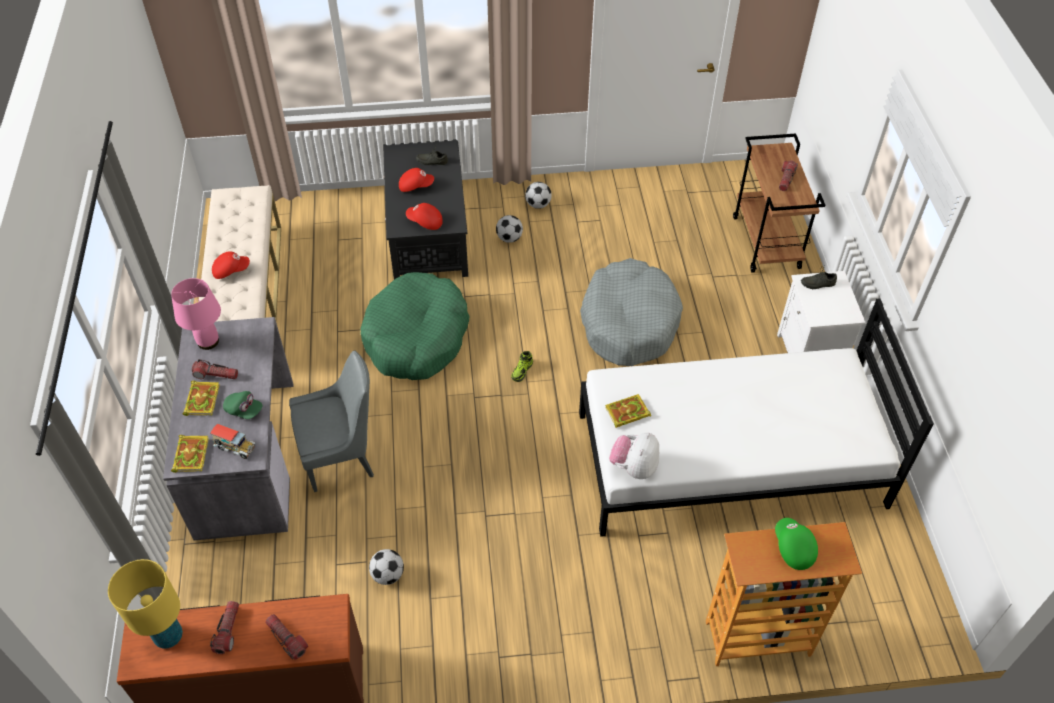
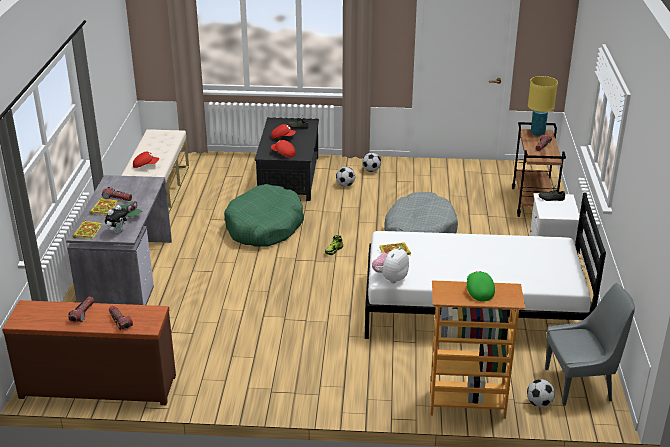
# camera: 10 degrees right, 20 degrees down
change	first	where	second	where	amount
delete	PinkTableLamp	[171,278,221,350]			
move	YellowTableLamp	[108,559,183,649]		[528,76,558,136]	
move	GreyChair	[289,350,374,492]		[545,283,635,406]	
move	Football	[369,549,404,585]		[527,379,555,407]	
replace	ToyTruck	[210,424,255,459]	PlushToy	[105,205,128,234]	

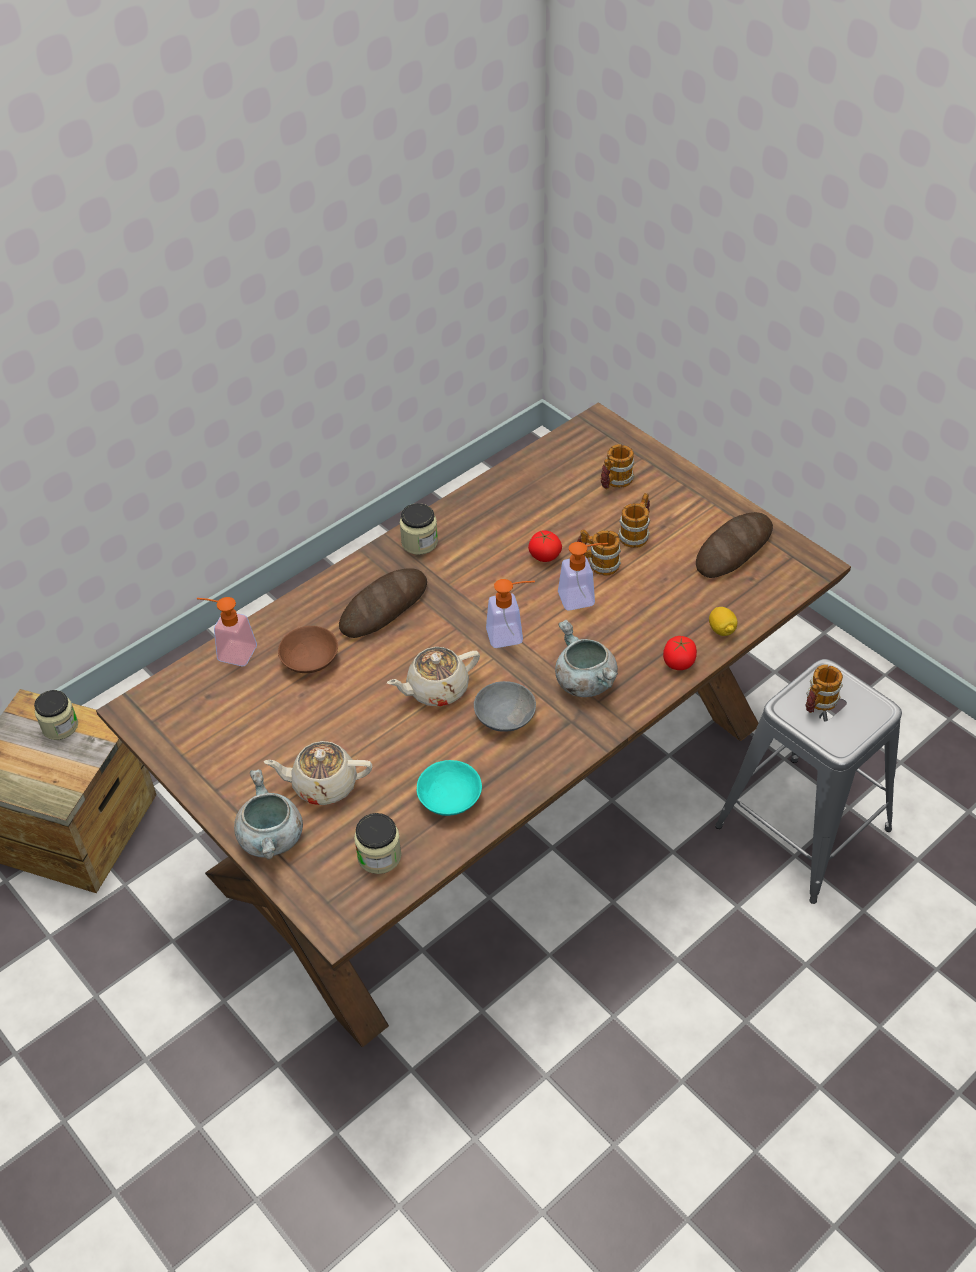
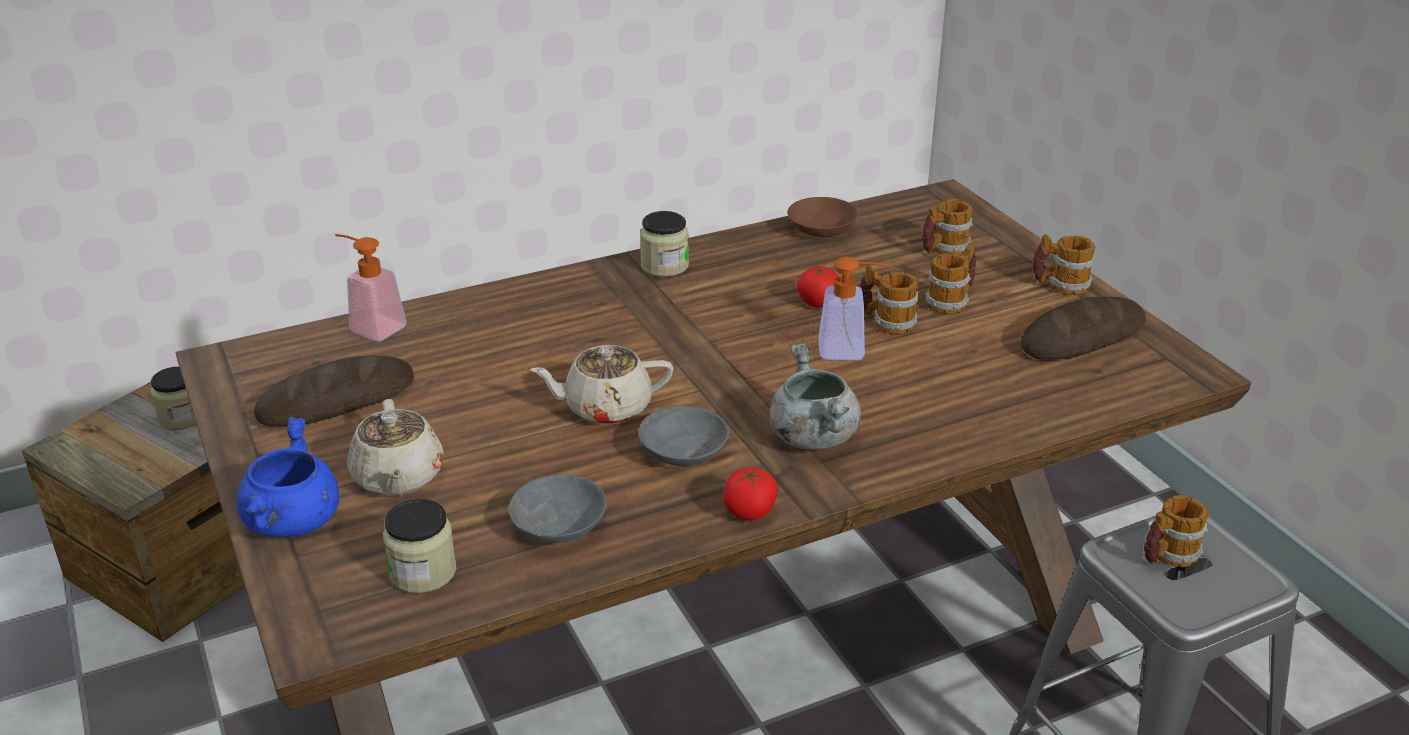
# camera: 15 degrees right, 15 degrees down
change	first	where	second	where	amount
delete	SoapDispenser	[486,579,535,648]			
delete	Lemon	[709,607,737,636]			
insert			Mug	[1032,234,1095,295]	
move	BrownBowl	[278,626,338,673]		[787,197,858,237]	
move	Bread	[339,568,427,638]		[254,355,414,426]	
move	Tomato	[663,636,697,670]		[723,467,778,520]	
recolor	GreyCookingPot	[234,769,303,860]	BlueCookingPot	[236,417,339,537]	
recolor	TurquoiseBowl	[417,760,482,816]	GreyBowl	[508,475,606,543]	
rotate	BeigeTeapot	[264,741,372,805]		[347,399,444,496]	120 degrees counterclockwise

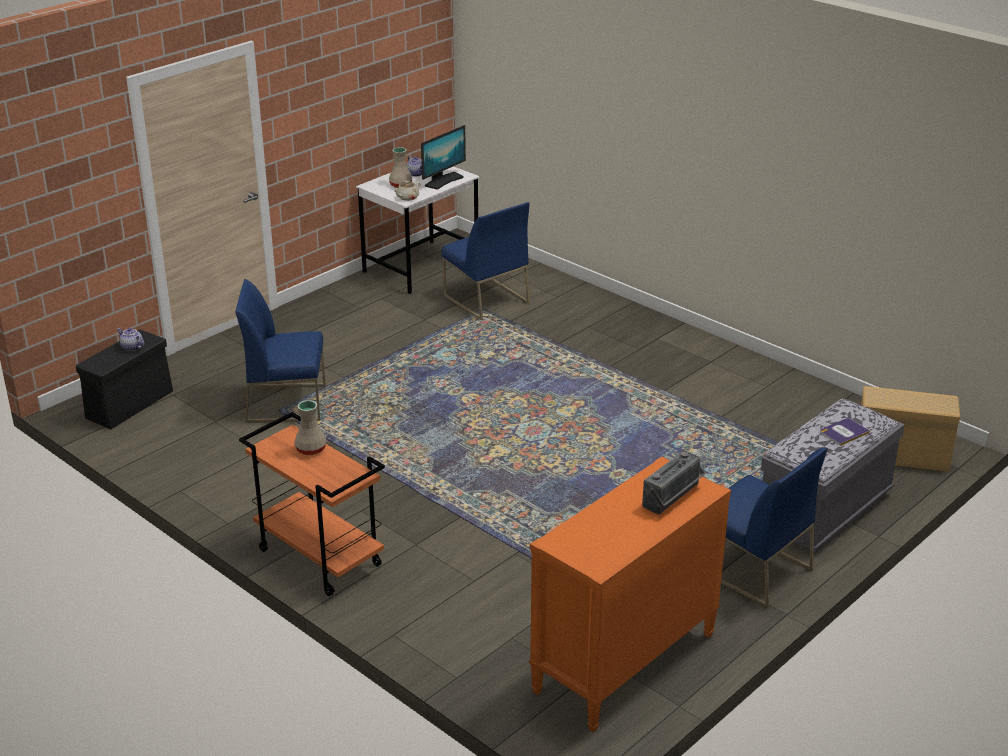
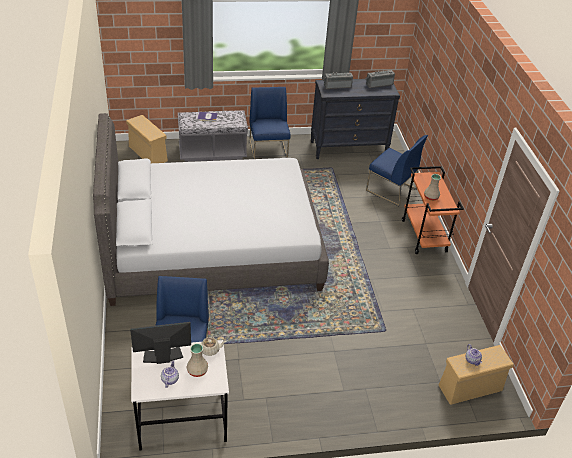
# camera: 145 degrees left, 10 degrees up
change	first	where	second	where	amount
insert			GreyBed	[93,113,329,306]	
insert			Radio	[365,70,395,88]	
move	BlueChair	[235,279,326,423]		[366,135,428,207]	
recolor	BlackStorageBox	[76,329,173,429]	BeigeStorageBox	[439,345,514,405]	
recolor	OrangeDresser	[529,456,731,733]	BlackDresser	[311,79,400,159]	

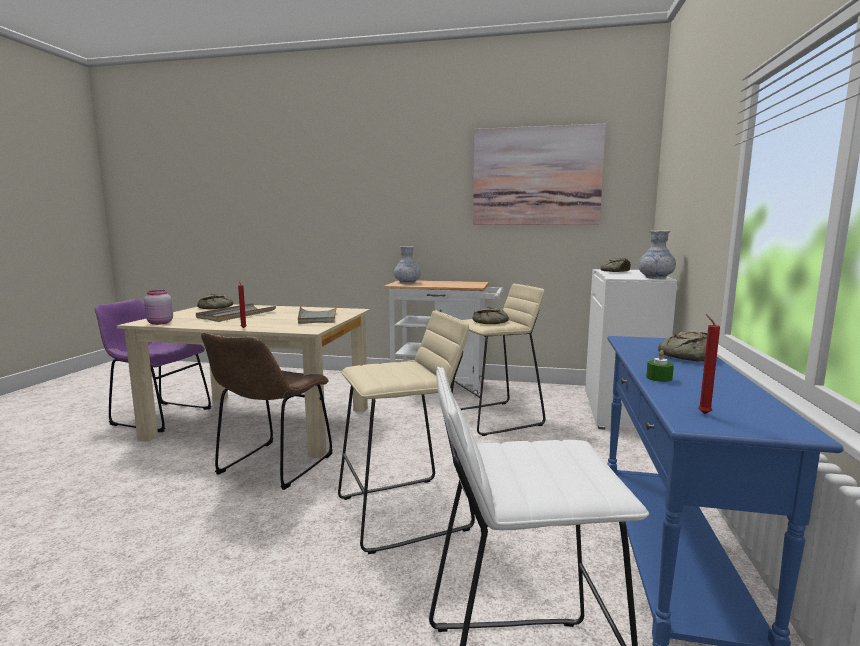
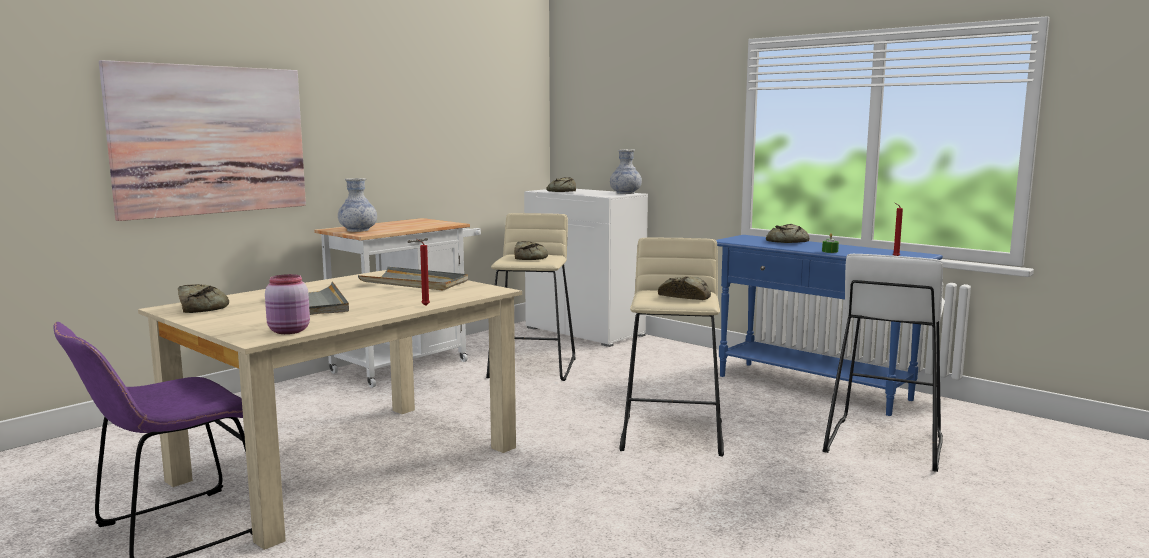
# camera: 60 degrees left, 0 degrees up
change	first	where	second	where	amount
delete	BrownChair	[201,332,333,490]			
insert			Bread	[658,276,711,300]	
move	Picture	[473,124,606,225]		[99,60,306,221]	

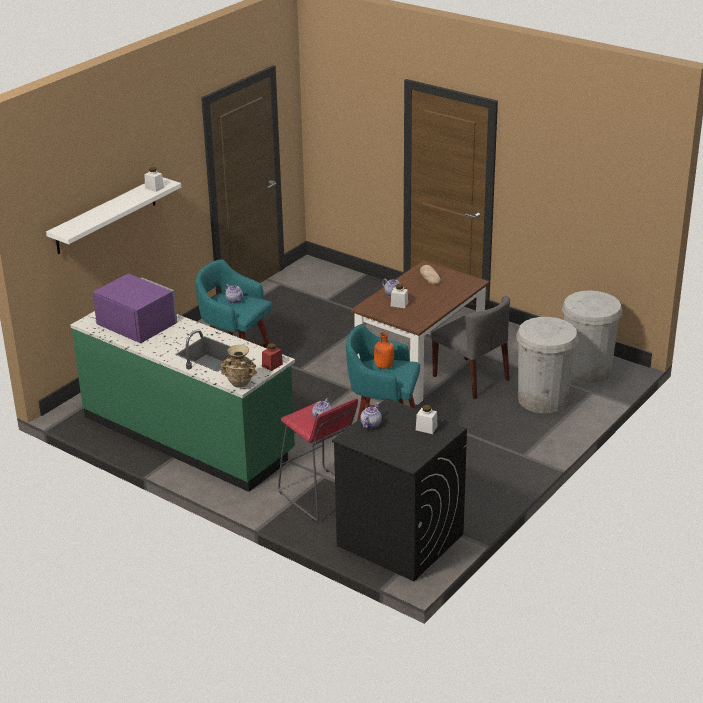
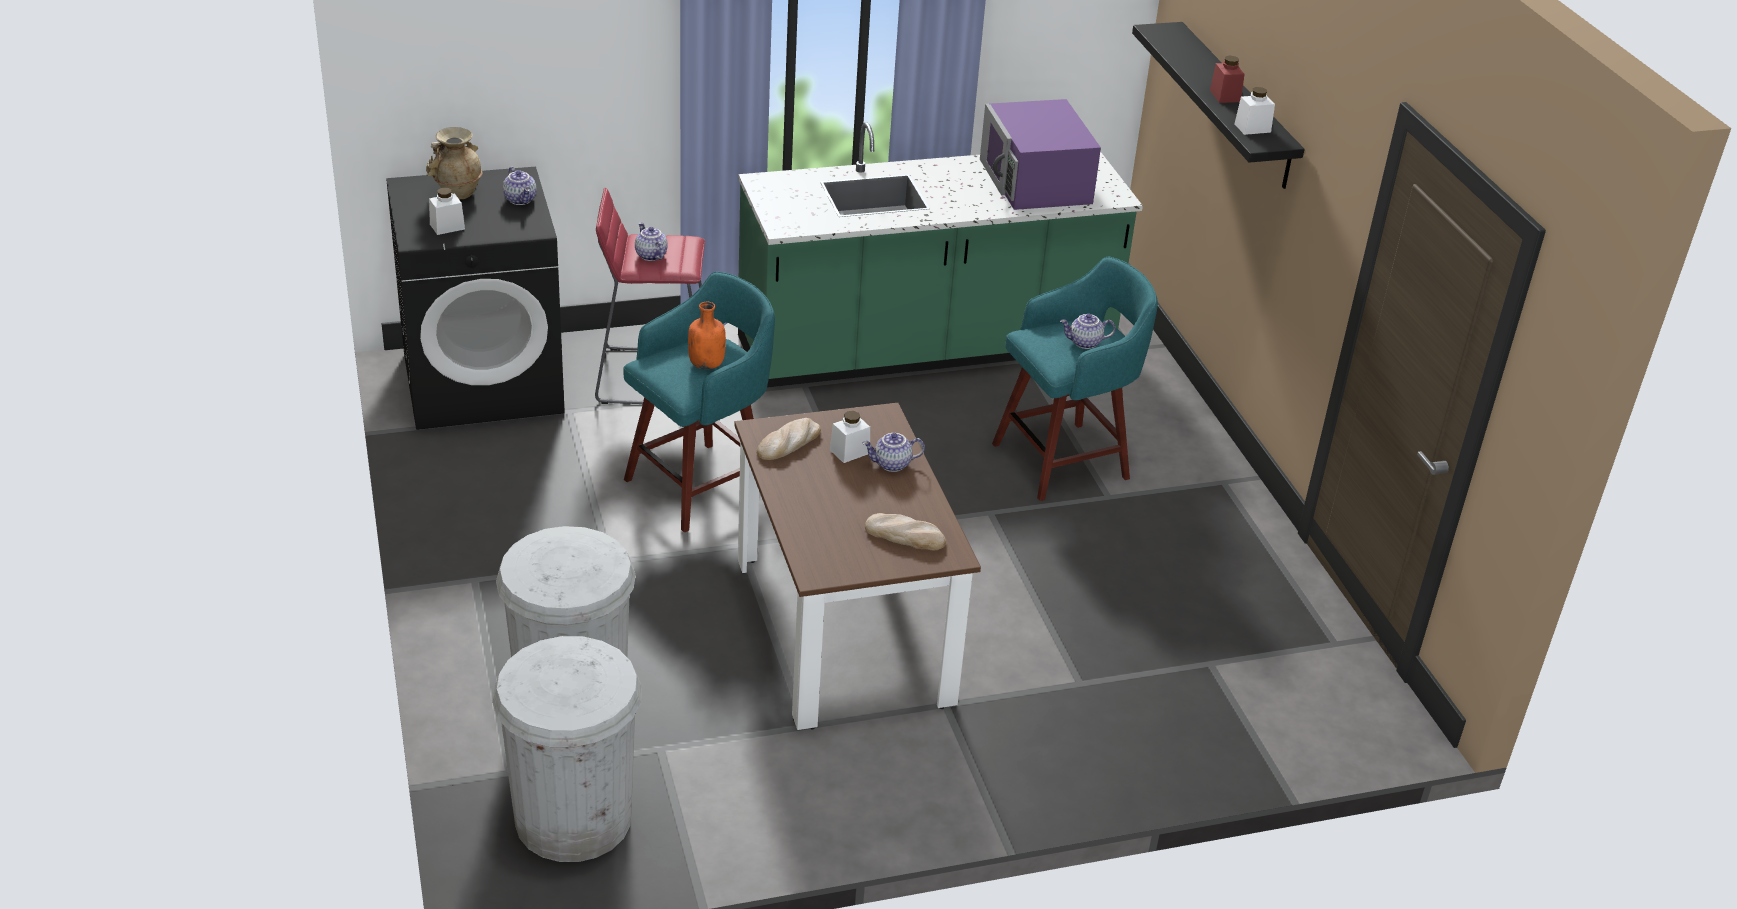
# camera: 125 degrees right, 5 degrees up
change	first	where	second	where	amount
delete	GreyChair	[431,296,510,399]			
insert			Bread	[757,418,821,460]	
move	BeigeVase	[221,345,257,388]		[426,127,483,199]	
move	RedJar	[262,343,283,371]		[1210,56,1245,103]	
recolor	WhiteShelf	[46,177,181,254]	BlackShelf	[1132,22,1305,189]	
rotate	PurpleMicrowave	[93,273,178,343]		[980,99,1101,210]	90 degrees clockwise

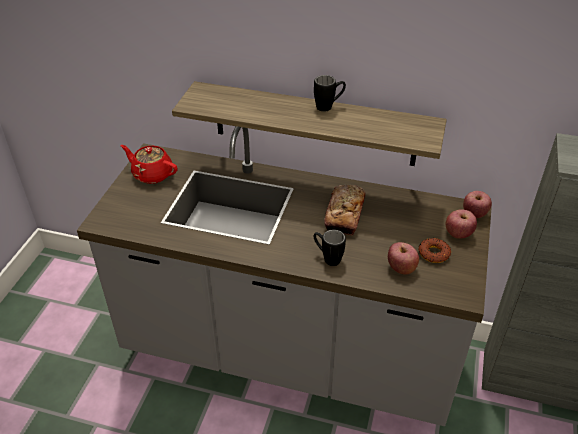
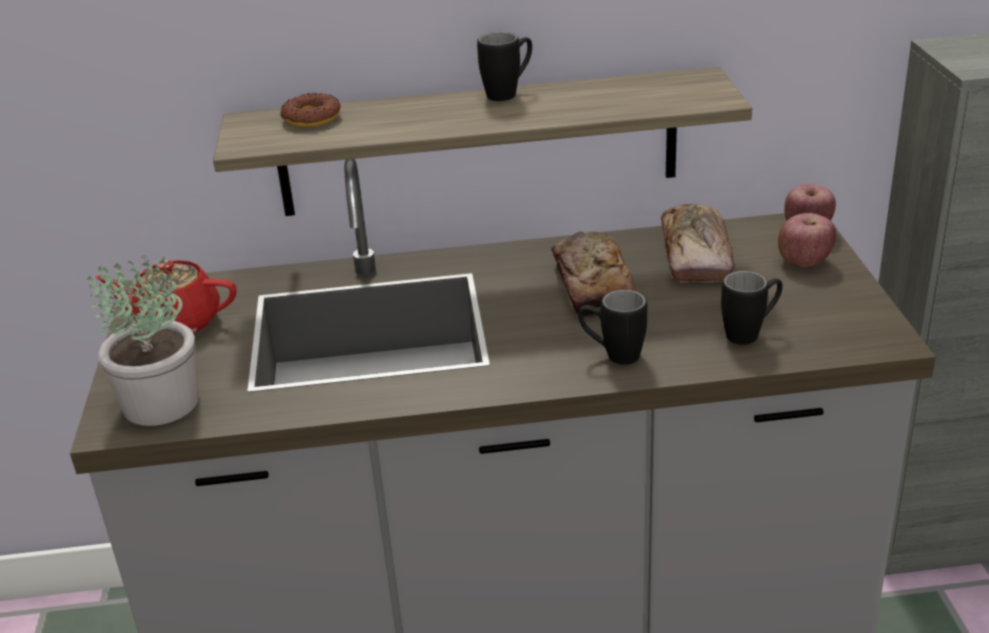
# camera: 20 degrees left, 10 degrees down
change	first	where	second	where	amount
insert			PottedPlant	[88,253,199,426]	
insert			Bread	[661,204,735,283]	
move	Donut	[418,238,451,263]		[280,93,341,127]	
replace	Apple	[388,242,419,275]	BlackMug	[721,271,783,345]	

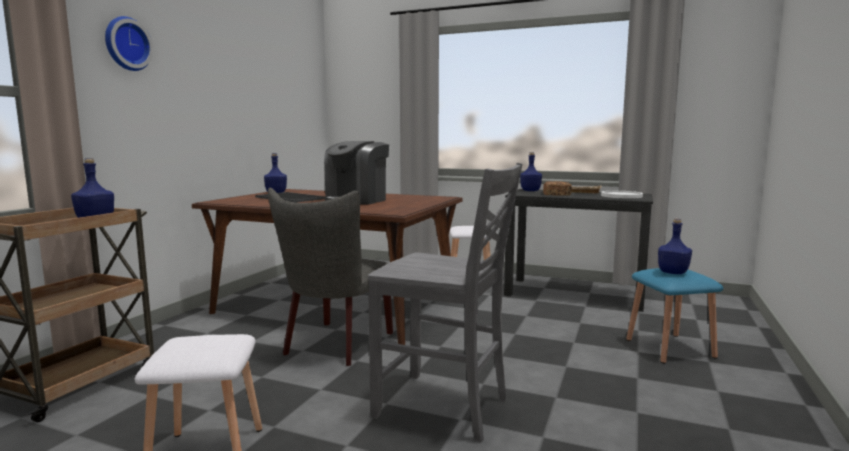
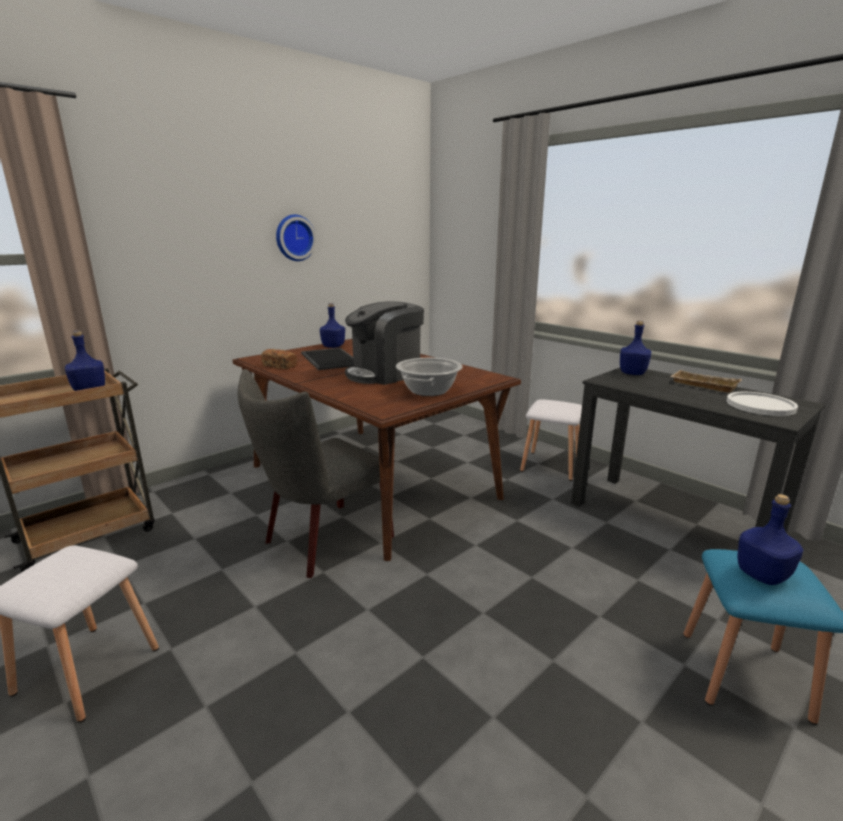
# camera: 25 degrees right, 10 degrees up
change	first	where	second	where	amount
delete	GreyChair	[368,163,522,442]			
insert			CookingPot	[396,358,463,396]	
move	WallClock	[105,16,153,71]		[276,215,316,261]	
move	Bread	[543,181,572,196]		[261,349,297,369]	

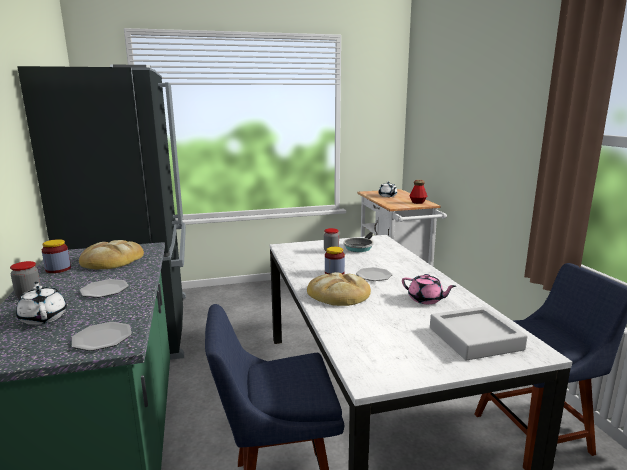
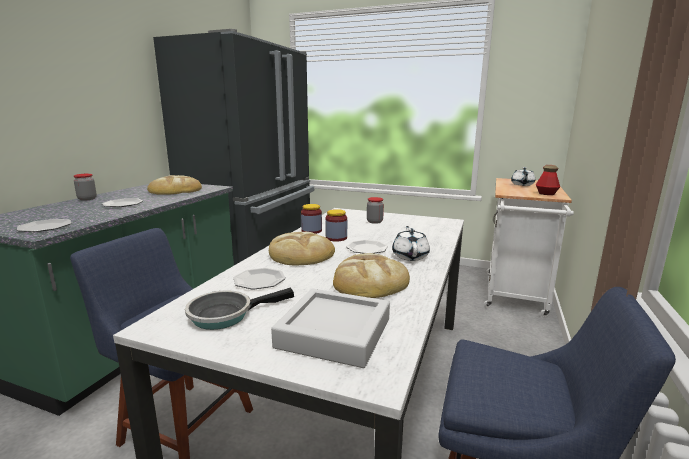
# camera: 35 degrees right, 0 degrees up
change	first	where	second	where	amount
insert			Plate	[234,268,286,290]	
move	WhiteTeapot	[16,282,67,325]		[392,226,430,261]	
move	Jar	[42,239,71,273]		[301,204,322,234]	
move	FryingPan	[344,232,374,252]		[185,288,294,330]	
replace	PinkTeapot	[402,274,456,304]	Bread	[333,253,410,298]	

